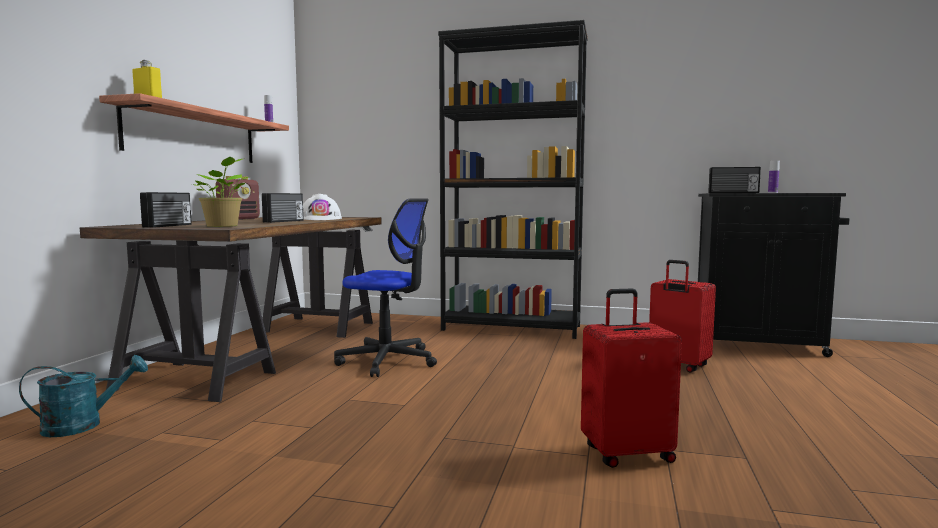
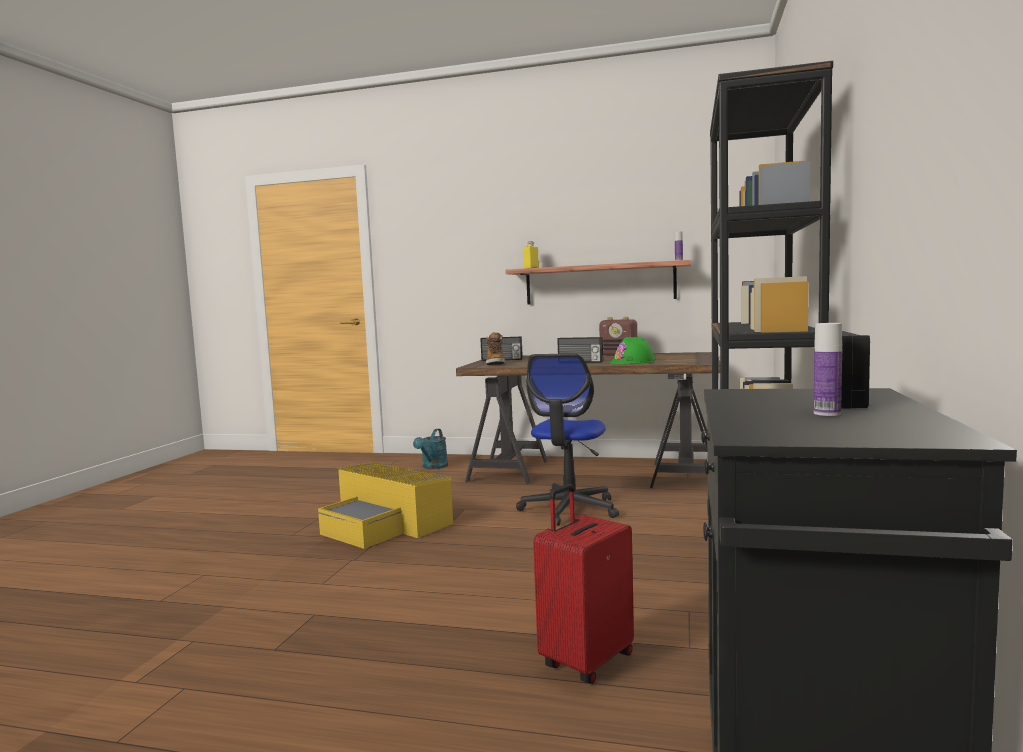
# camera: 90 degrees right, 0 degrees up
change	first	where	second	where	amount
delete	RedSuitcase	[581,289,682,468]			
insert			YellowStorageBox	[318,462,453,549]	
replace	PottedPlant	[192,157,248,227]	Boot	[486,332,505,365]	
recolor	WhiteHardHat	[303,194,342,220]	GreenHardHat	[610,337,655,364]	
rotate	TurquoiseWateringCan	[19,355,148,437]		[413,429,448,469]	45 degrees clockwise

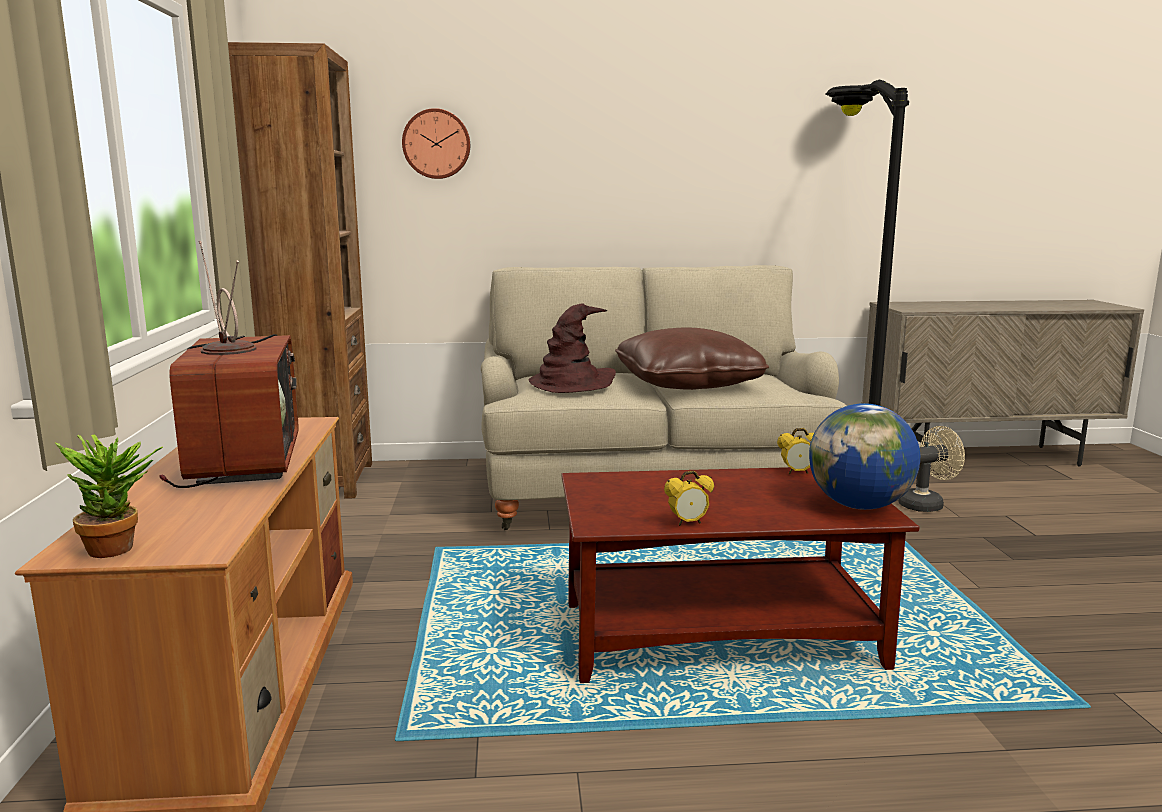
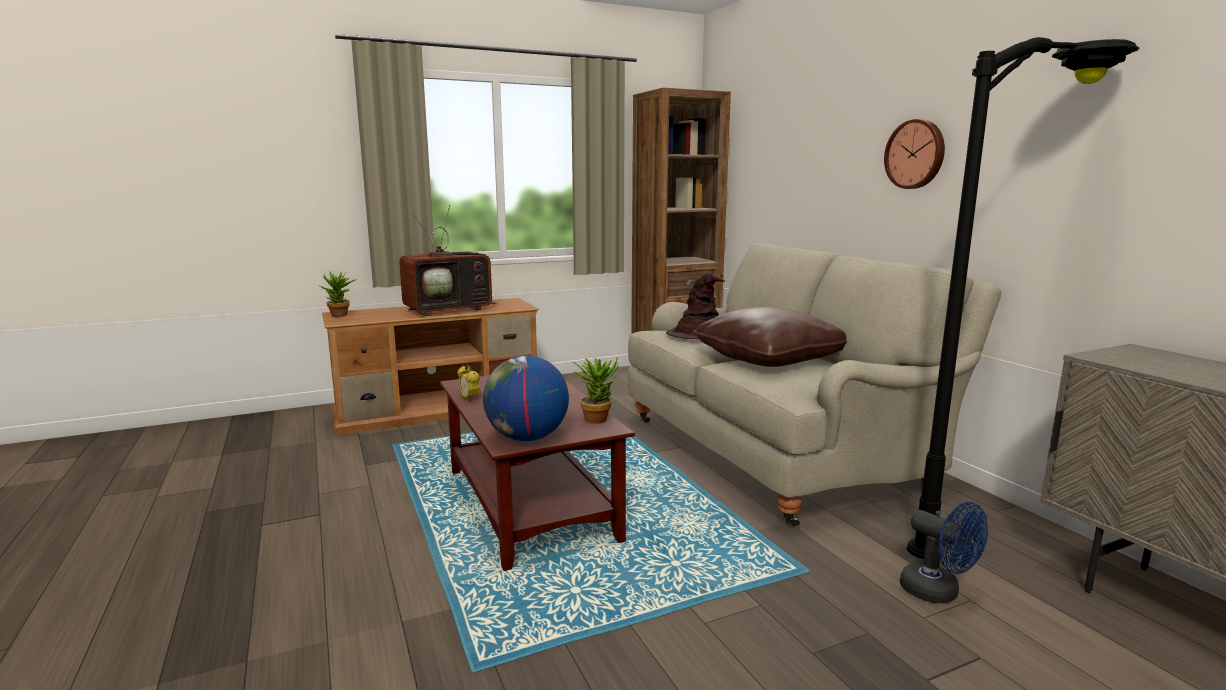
# camera: 70 degrees right, 0 degrees up
change	first	where	second	where	amount
move	WallClock	[402,108,470,179]		[884,119,945,189]	
replace	AlarmClock	[777,428,814,474]	PottedPlant	[573,357,619,424]	
recolor	BeigeFan	[898,426,965,512]	BlueFan	[900,502,988,603]	

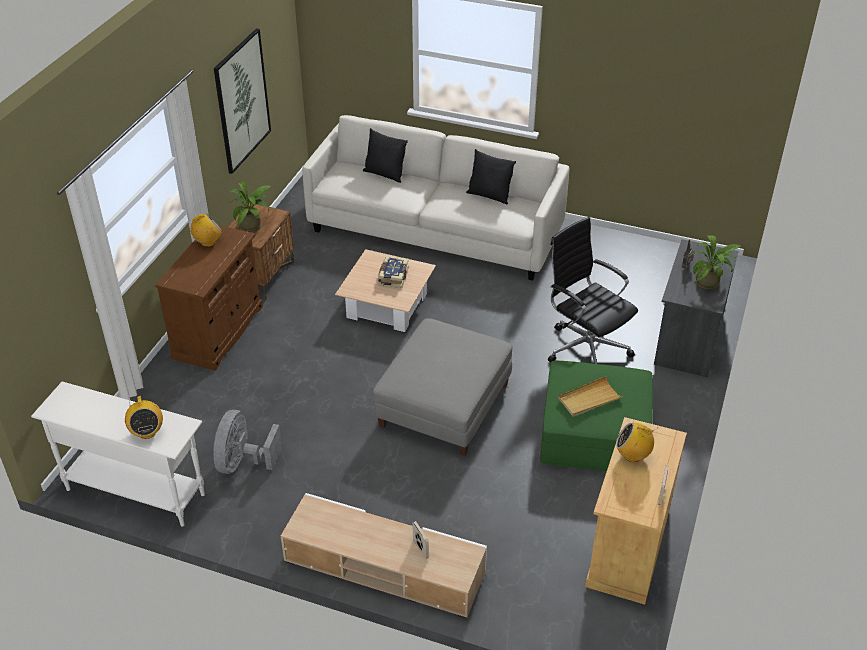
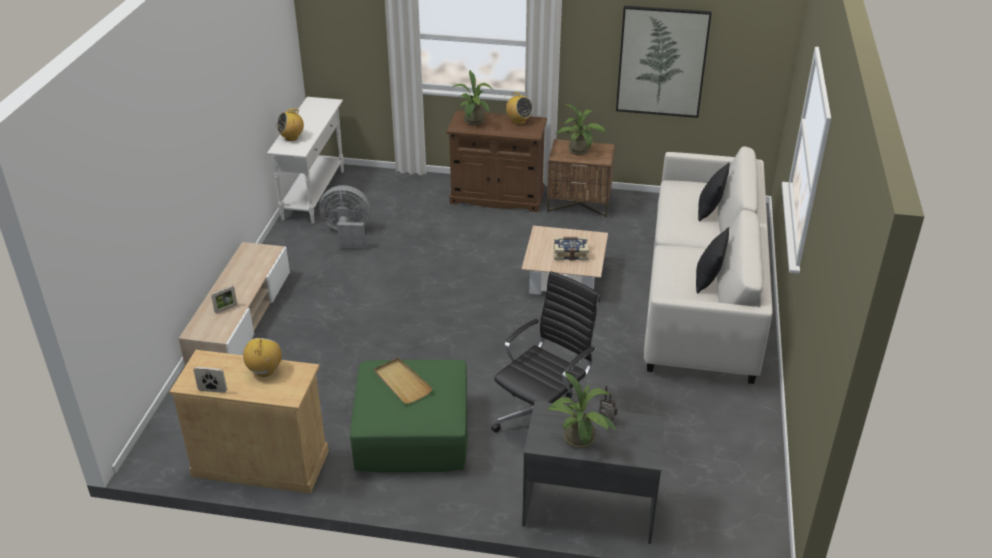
# camera: 80 degrees right, 5 degrees down
change	first	where	second	where	amount
delete	GreyOttoman	[373,318,512,456]			
insert			PottedPlant	[452,70,493,125]	

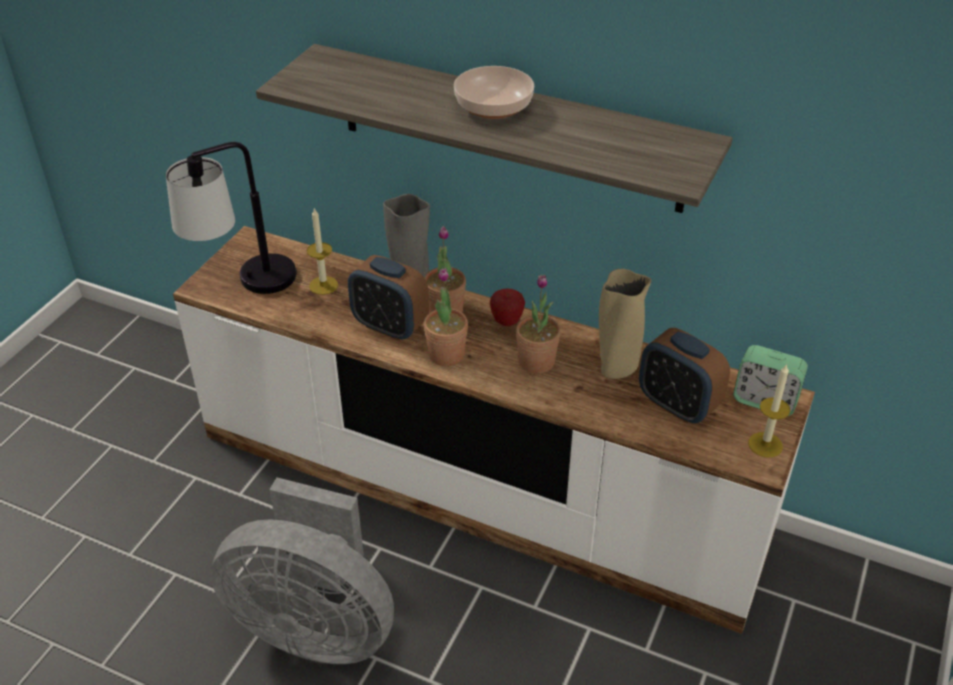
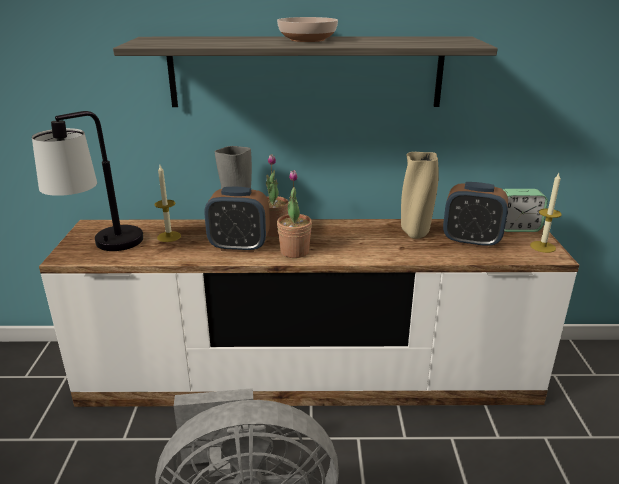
# camera: 25 degrees left, 15 degrees down
change	first	where	second	where	amount
delete	Apple	[490,289,525,326]			
delete	PottedPlant	[516,275,561,374]			

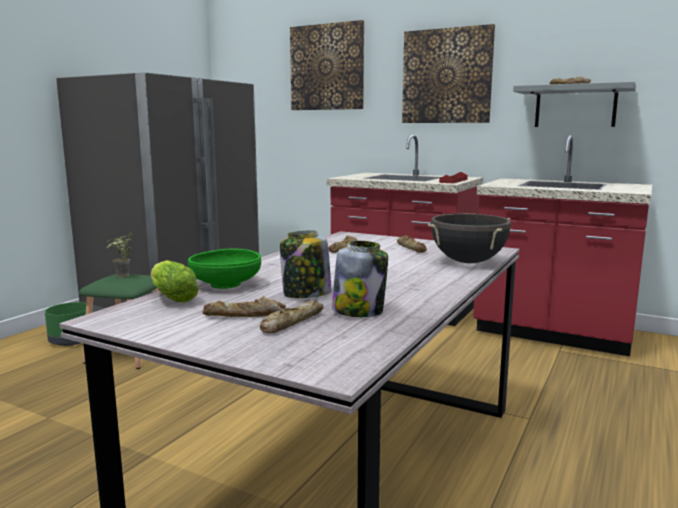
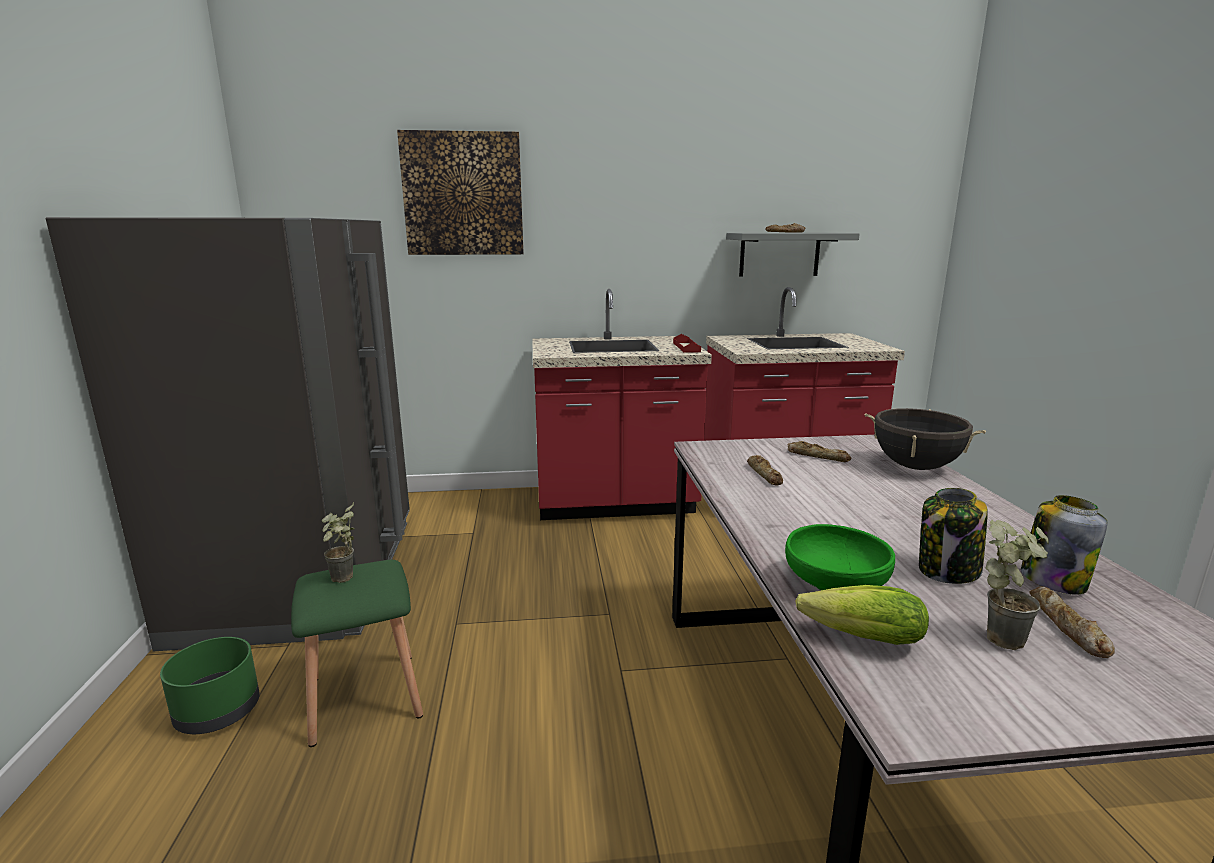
# camera: 35 degrees left, 5 degrees up
change	first	where	second	where	amount
delete	Picture	[402,24,495,123]			
replace	Bread	[202,296,286,317]	PottedPlant	[985,520,1049,650]	

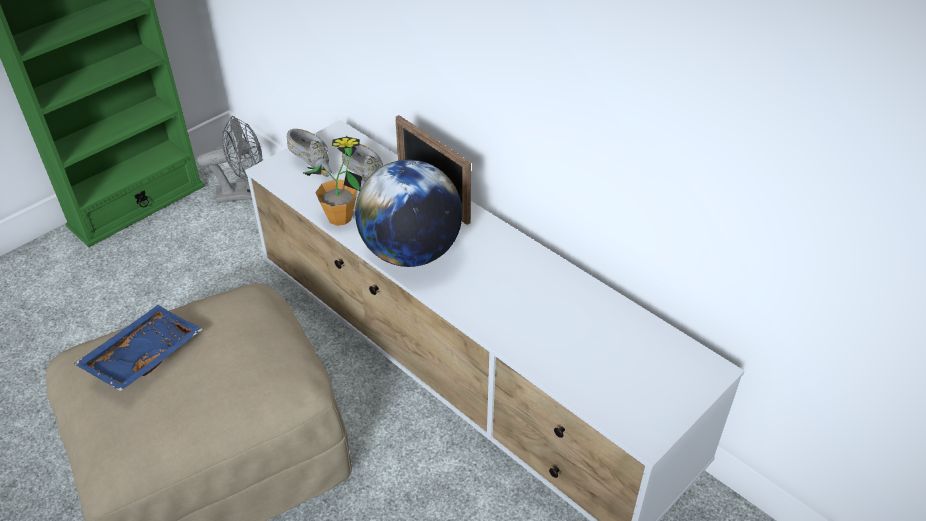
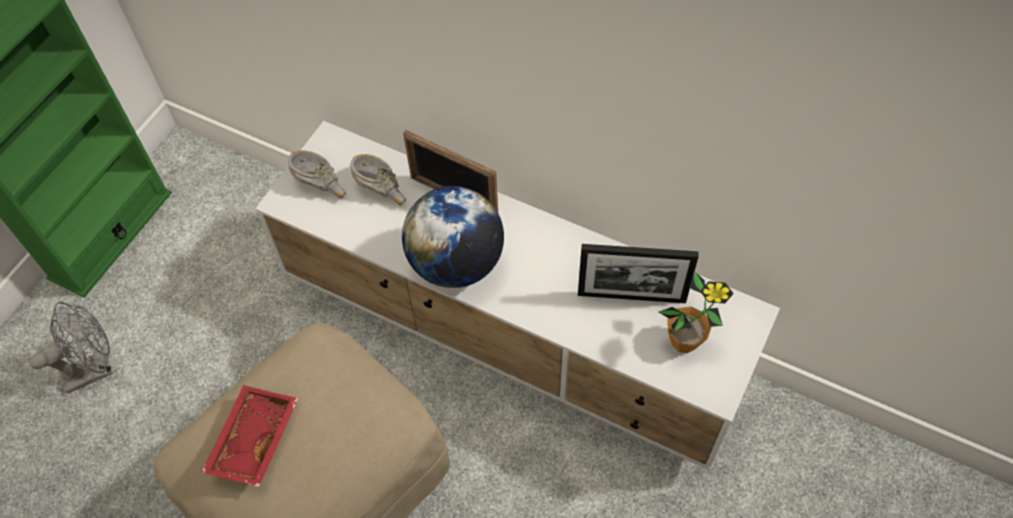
# camera: 15 degrees left, 15 degrees up
change	first	where	second	where	amount
insert			PictureFrame	[578,244,698,303]	
move	GreyFan	[197,116,262,203]		[29,302,112,394]	
move	PottedPlant	[303,136,362,226]		[659,271,734,353]	
recolor	BlueTray	[74,305,203,391]	RedTray	[202,385,298,487]	

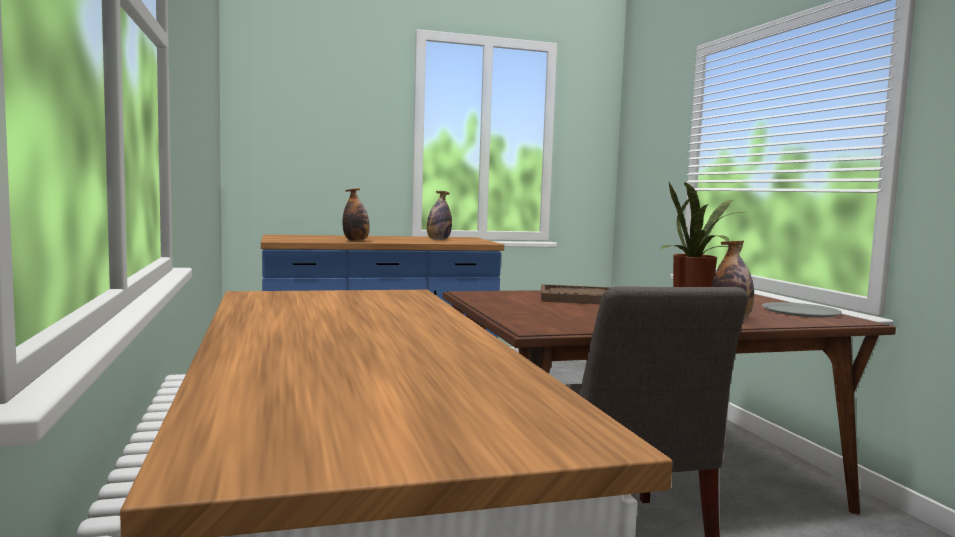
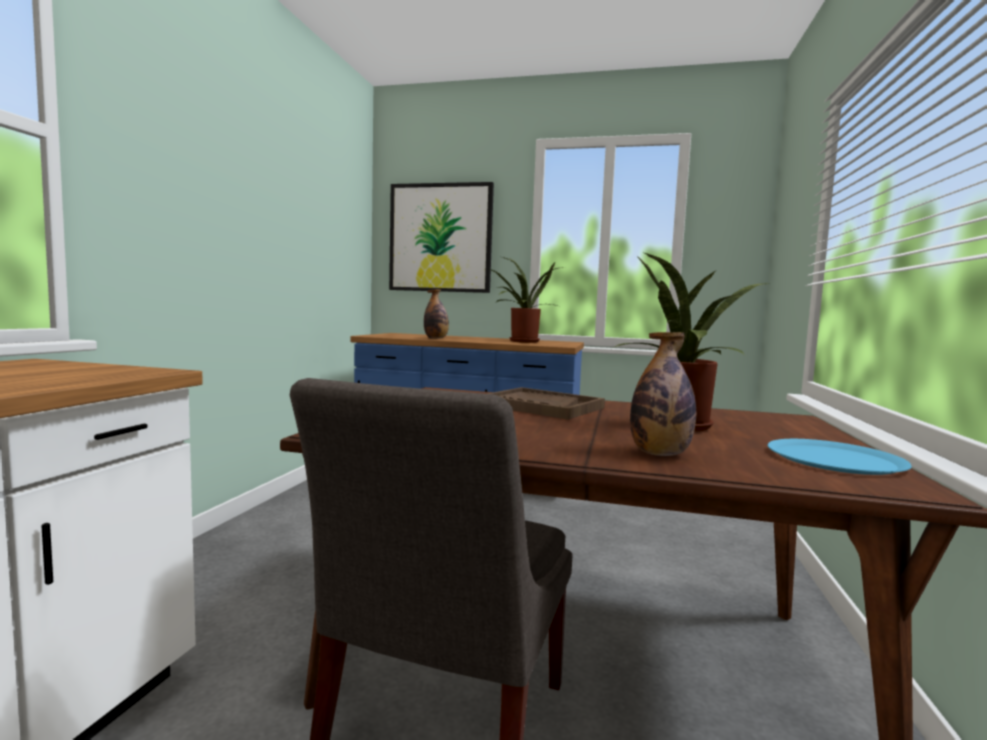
# camera: 30 degrees right, 0 degrees up
change	first	where	second	where	amount
insert			Picture	[389,182,494,293]	
replace	Bottle	[427,191,452,240]	PottedPlant	[490,257,564,343]	
recolor	GreyPlate	[762,302,842,317]	BluePlate	[767,439,912,475]	

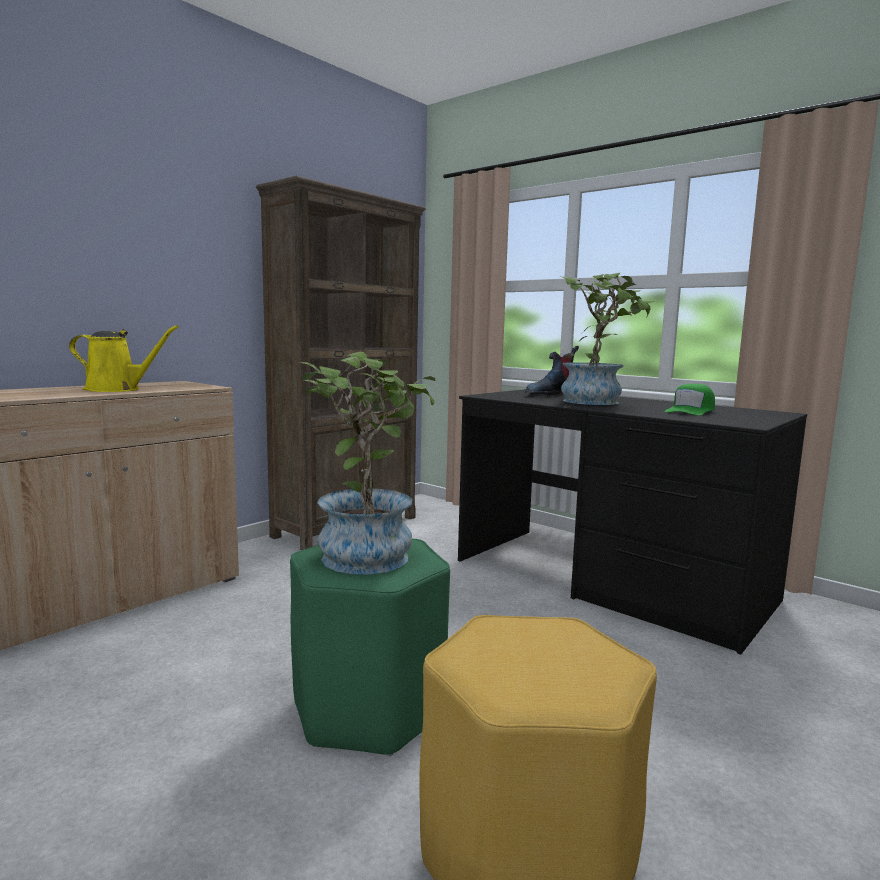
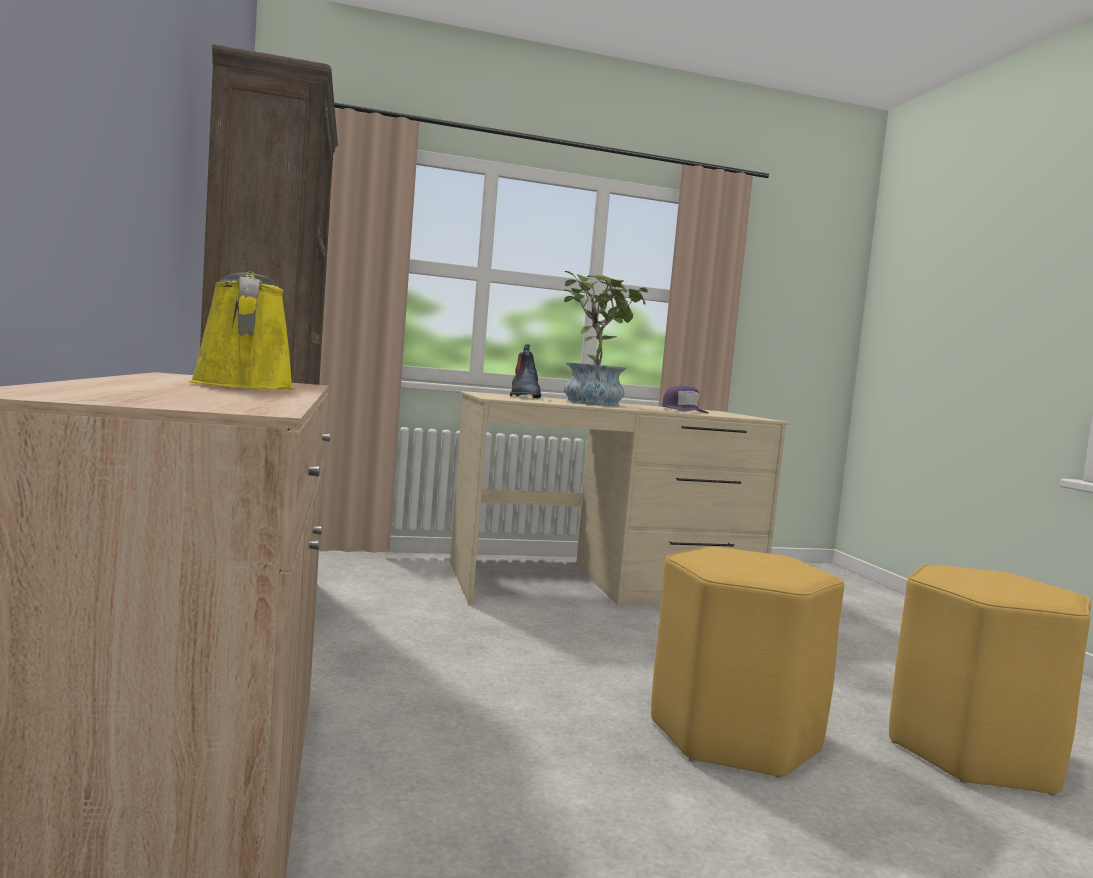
# camera: 55 degrees left, 5 degrees down
change	first	where	second	where	amount
delete	PottedPlant	[299,352,435,574]			
recolor	GreenStool	[290,539,450,756]	YellowStool	[651,547,844,778]	
recolor	BlackDesk	[458,389,807,655]	BeigeDesk	[450,391,788,606]	
recolor	GreenCap	[664,384,715,415]	PurpleCap	[662,386,709,413]	
rotate	YellowWateringCan	[69,325,179,392]		[189,272,295,390]	60 degrees counterclockwise

